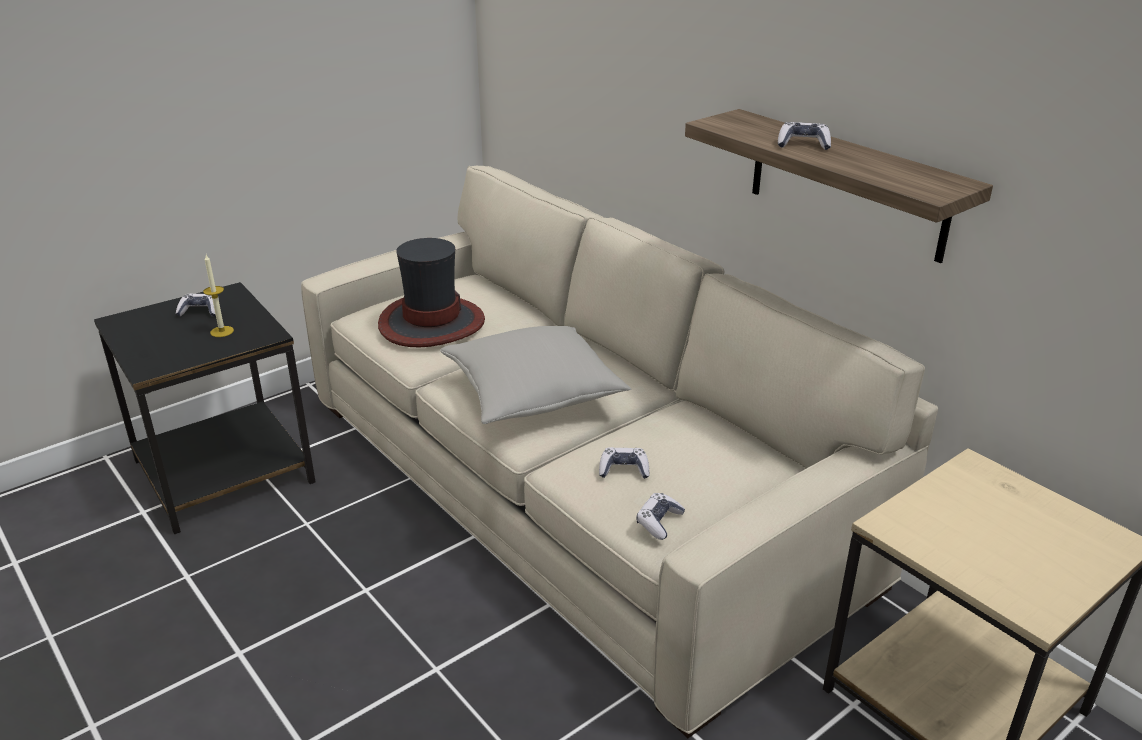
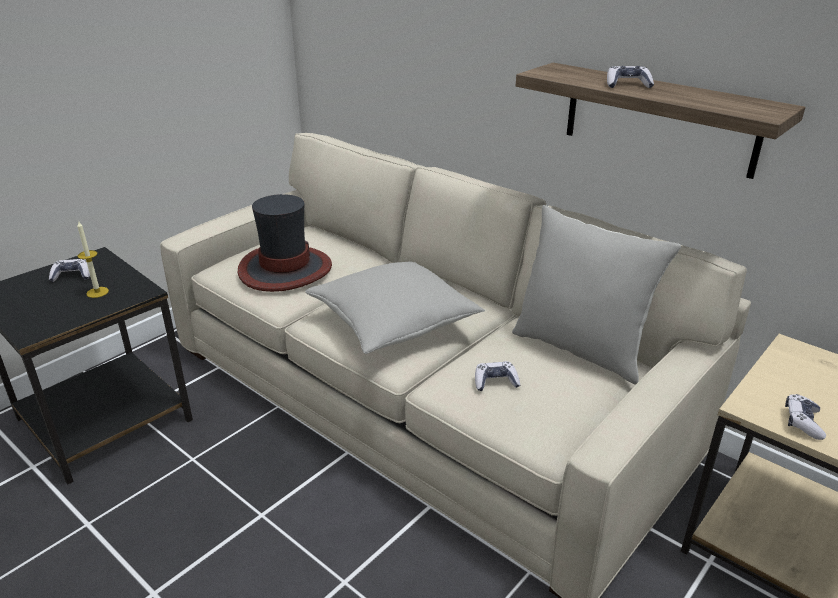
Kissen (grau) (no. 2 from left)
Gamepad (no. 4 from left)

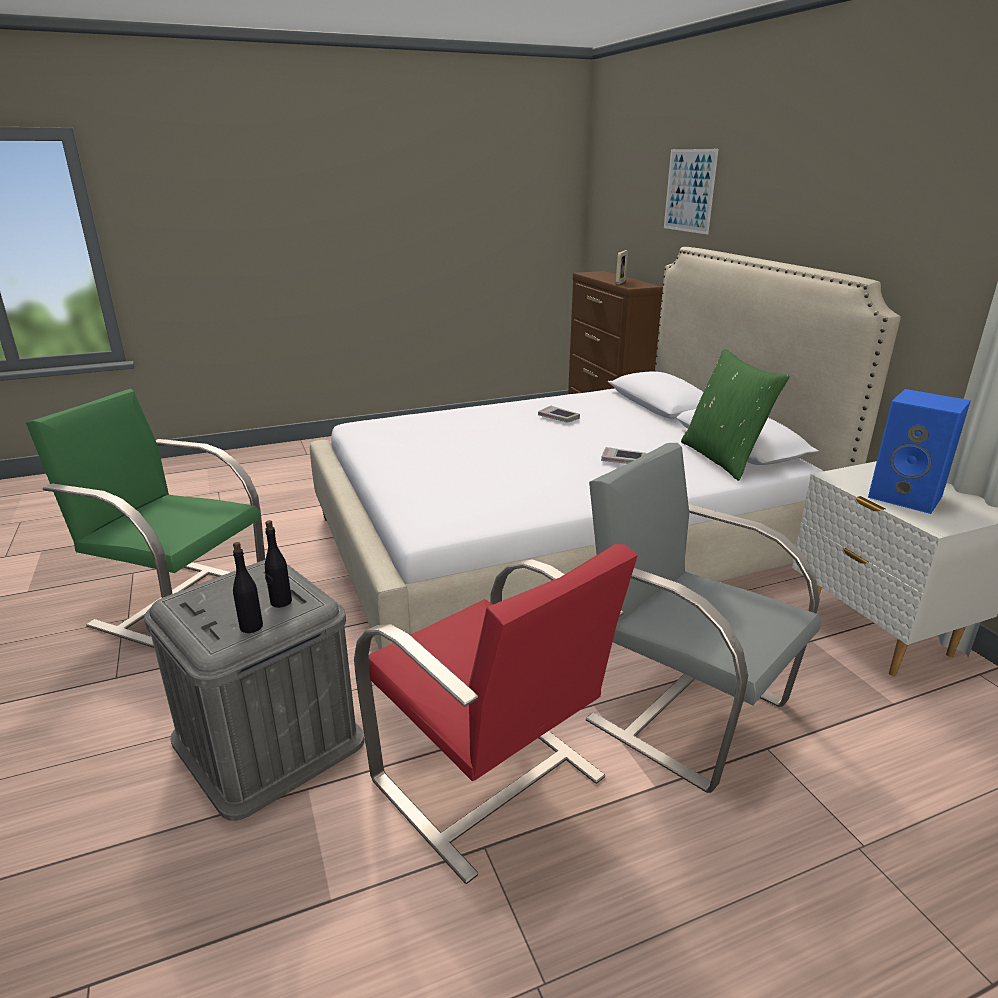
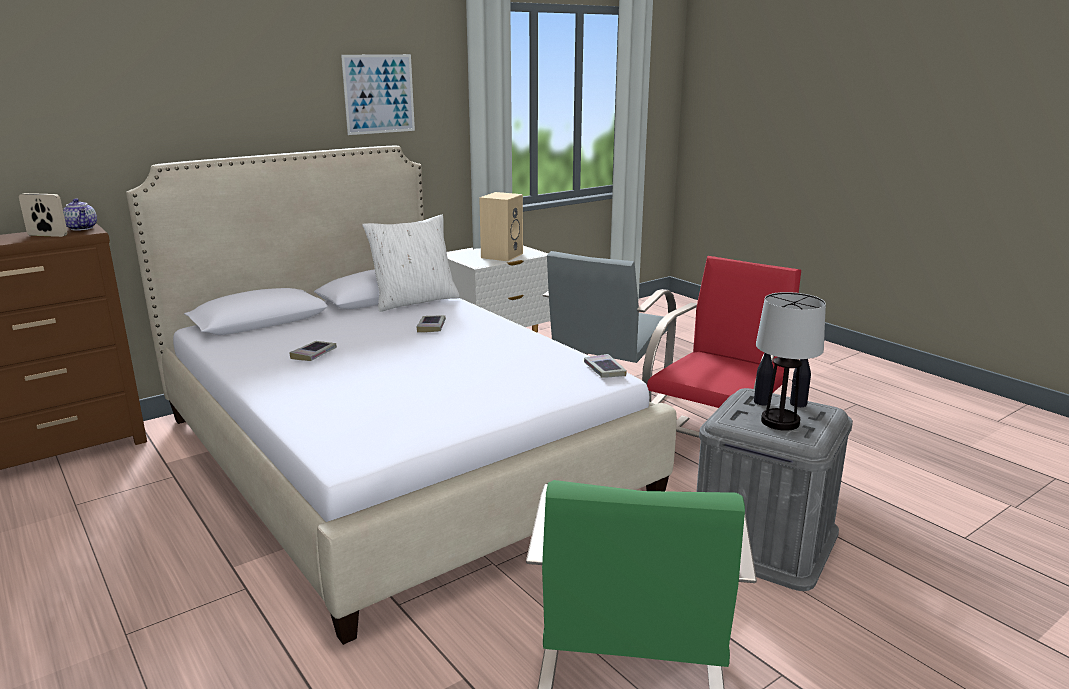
Teekanne
Bild
Kissen (weiß)
Lautsprecher (beige)
Buch (no. 3 from left)
Tischlampe

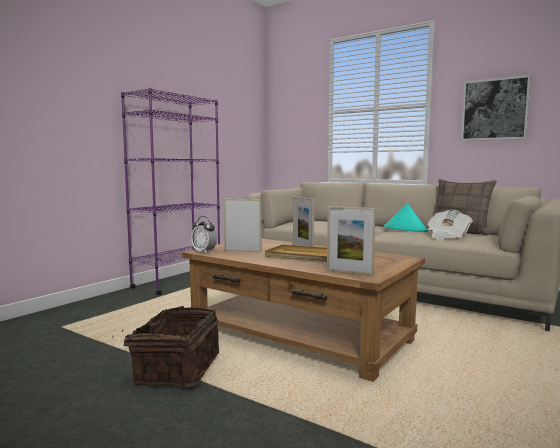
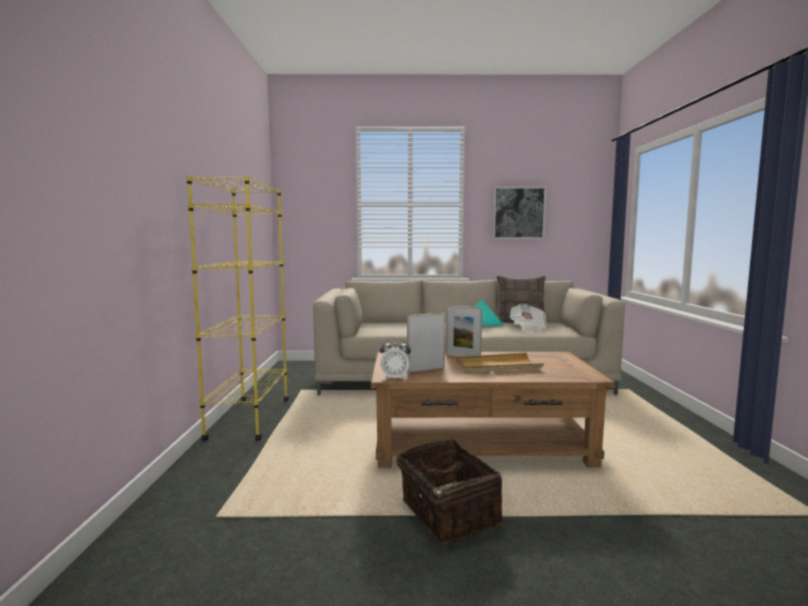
Bücherregal (gelb)
Bilderrahmen (no. 3 from left in the first image)

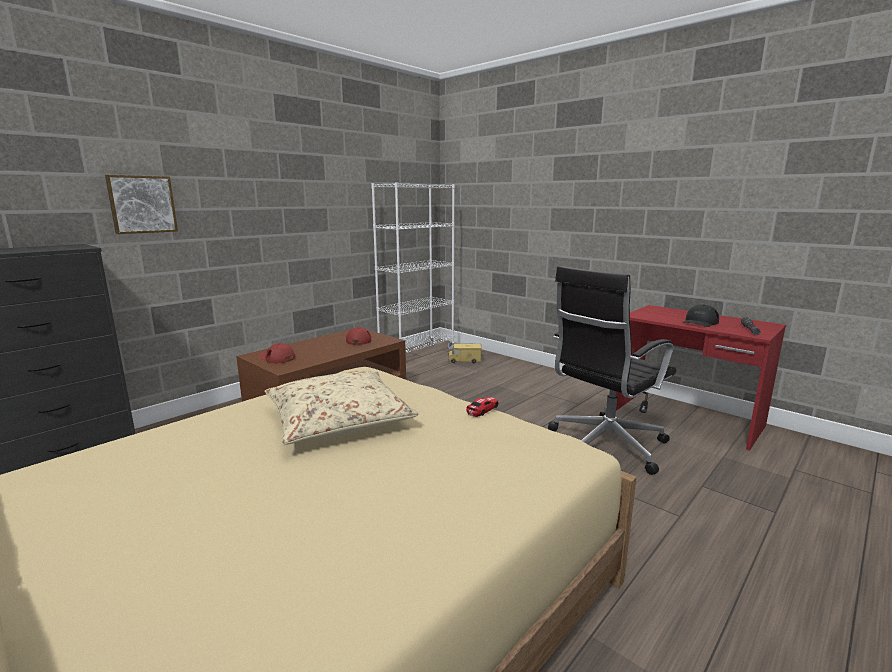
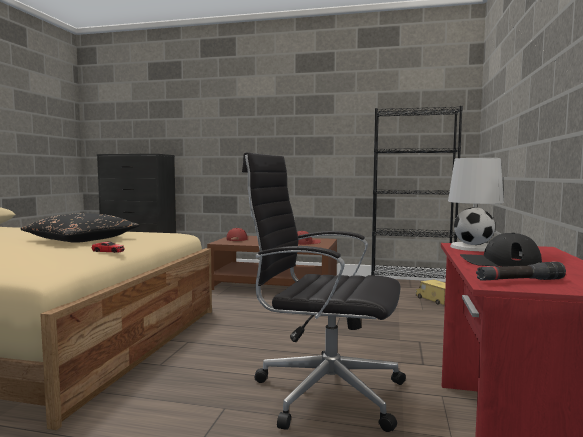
Kissen (schwarz)
Bücherregal (schwarz)
Tischlampe (weiß)
Bild

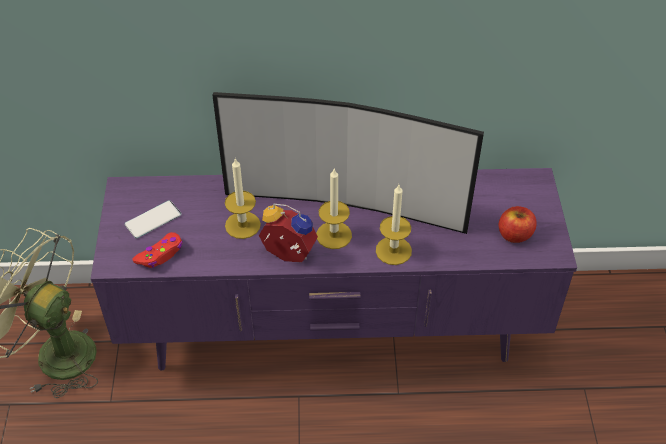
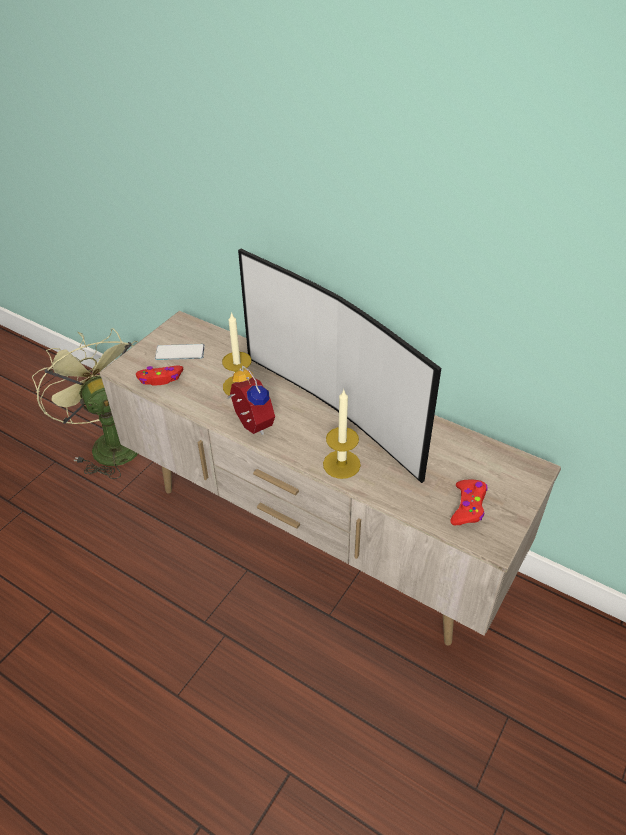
Fernsehschrank (beige)
Gamepad (rot) (no. 2 from left)
Kerze (no. 2 from left in the first image)

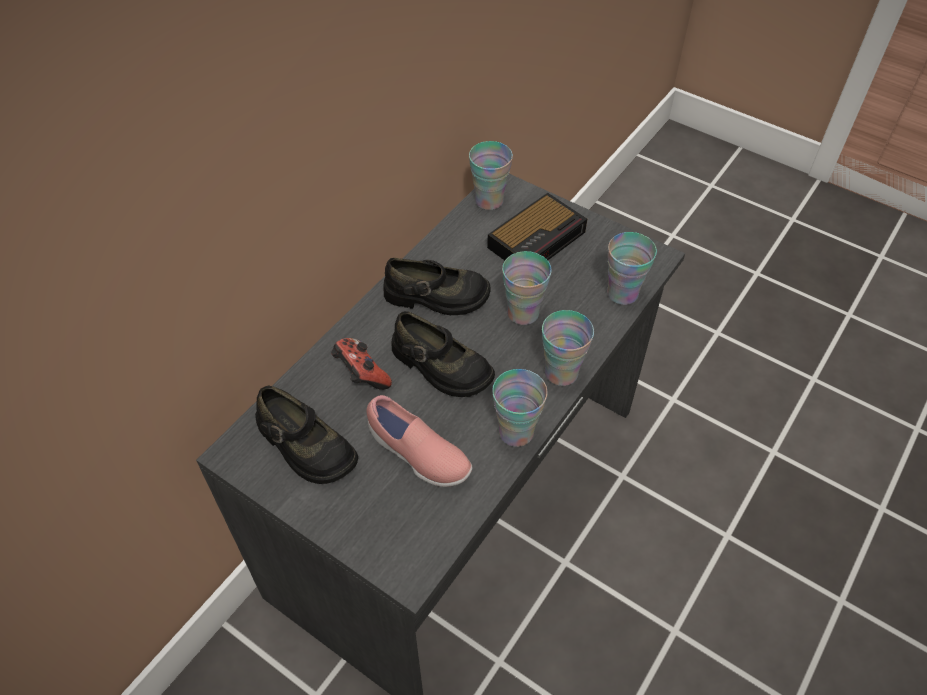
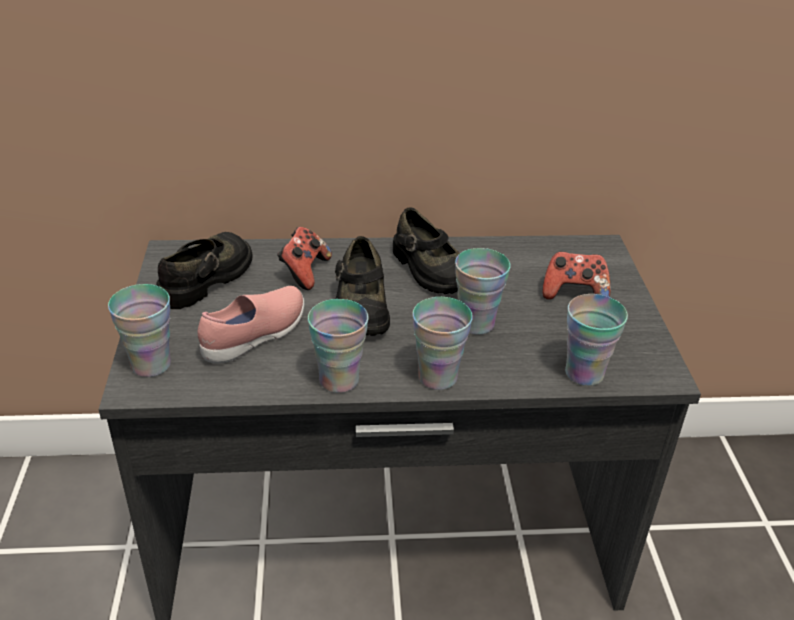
Tasse (no. 1 from left)
Schuh (schwarz) (no. 1 from left)
Schuh (rosa)
Gamepad (no. 2 from left)

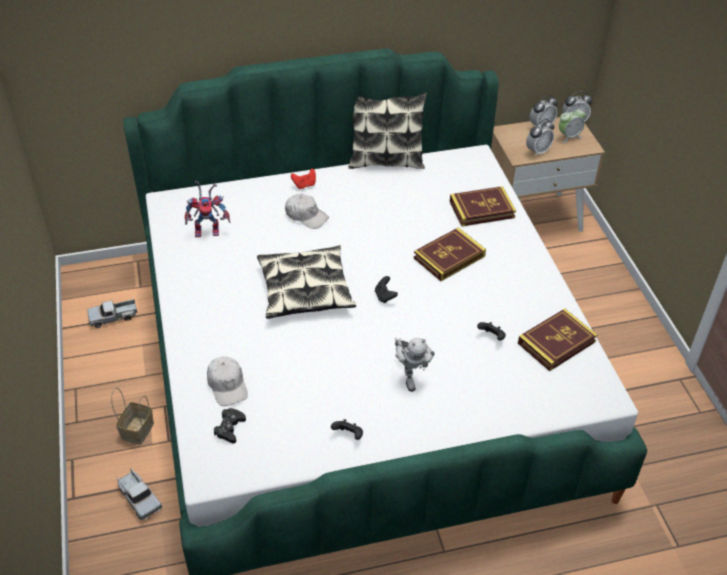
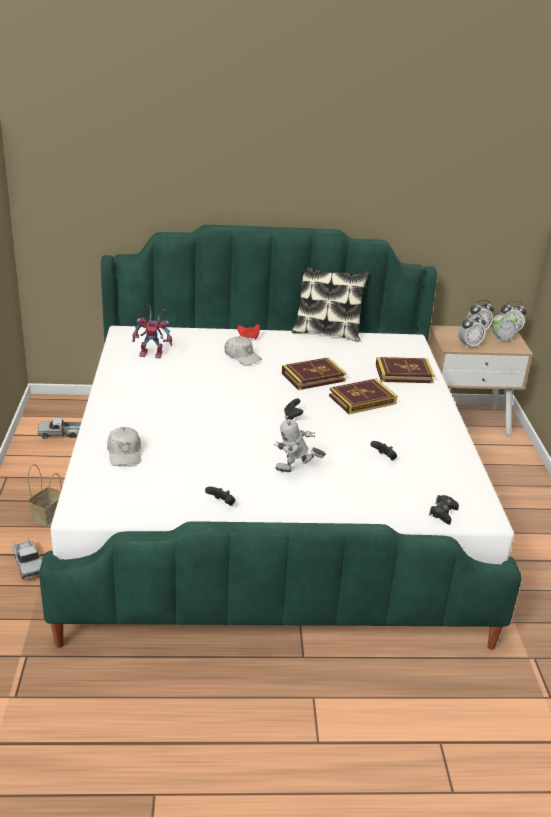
Spielzeugroboter (no. 2 from left)
Buch (no. 1 from left)
Gamepad (schwarz) (no. 4 from left)
Kissen (no. 1 from left in the first image)

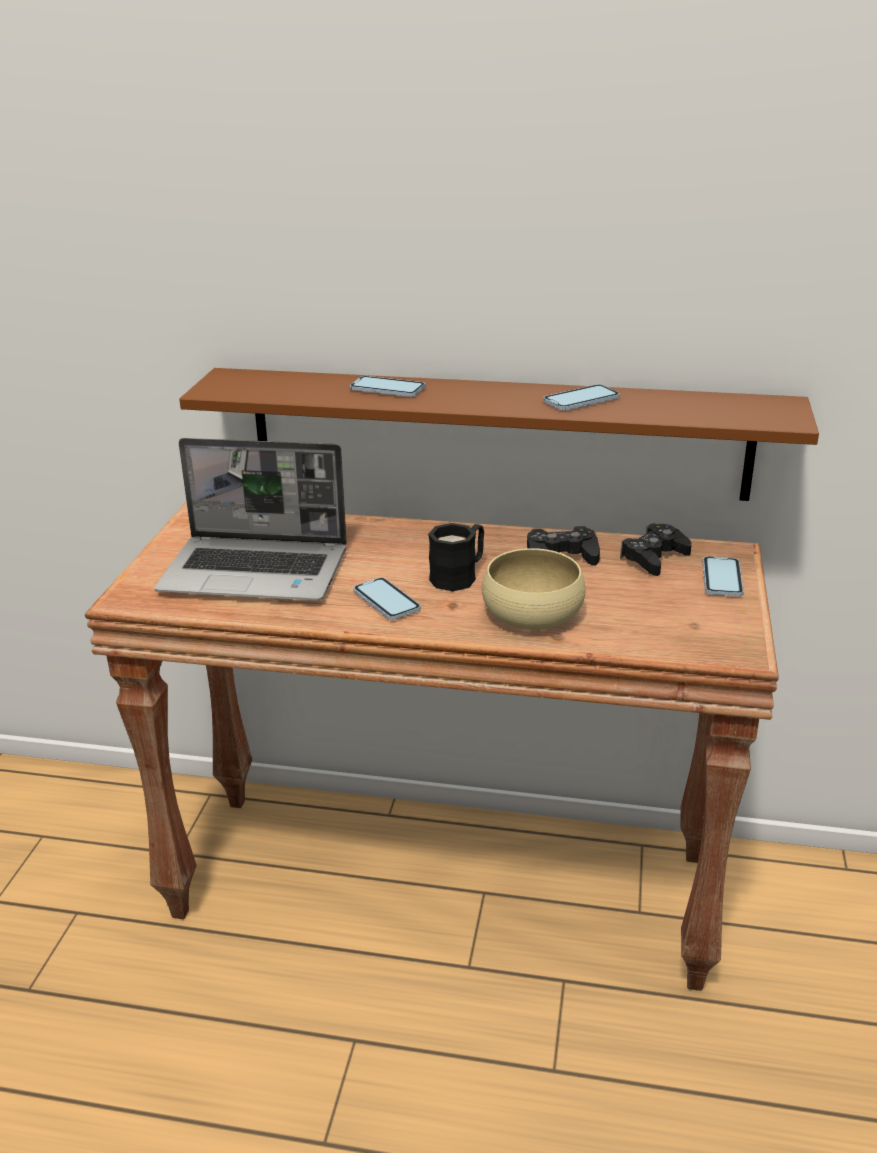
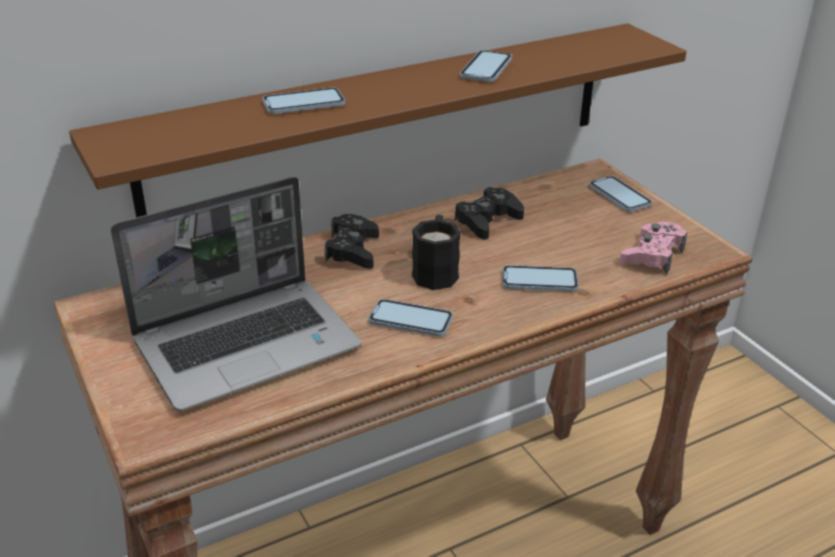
Gamepad (schwarz) (no. 1 from left)
Handy (no. 4 from left)
Gamepad (rosa)

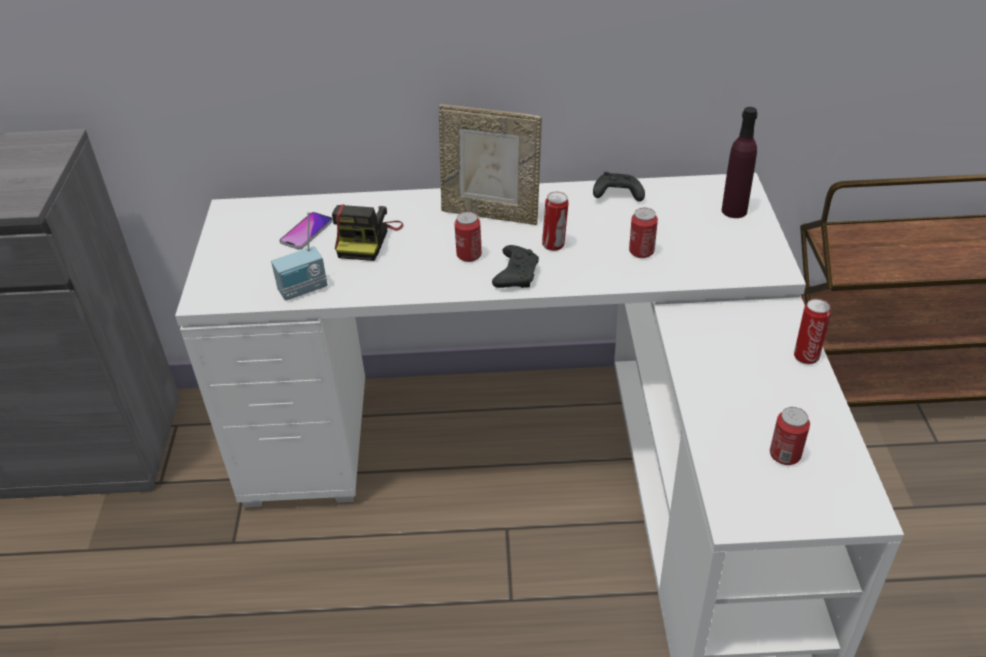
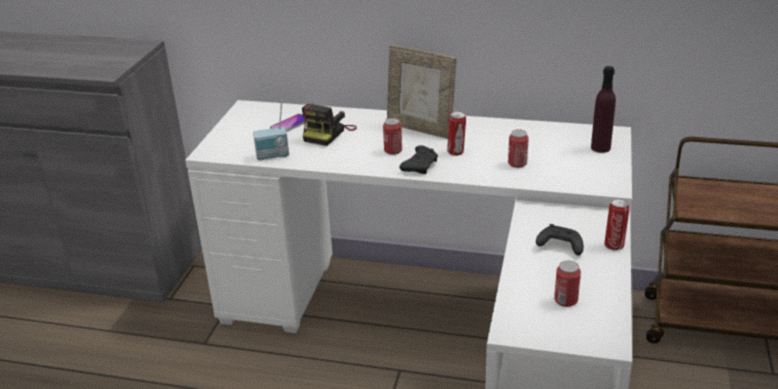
Gamepad (schwarz) (no. 2 from left)

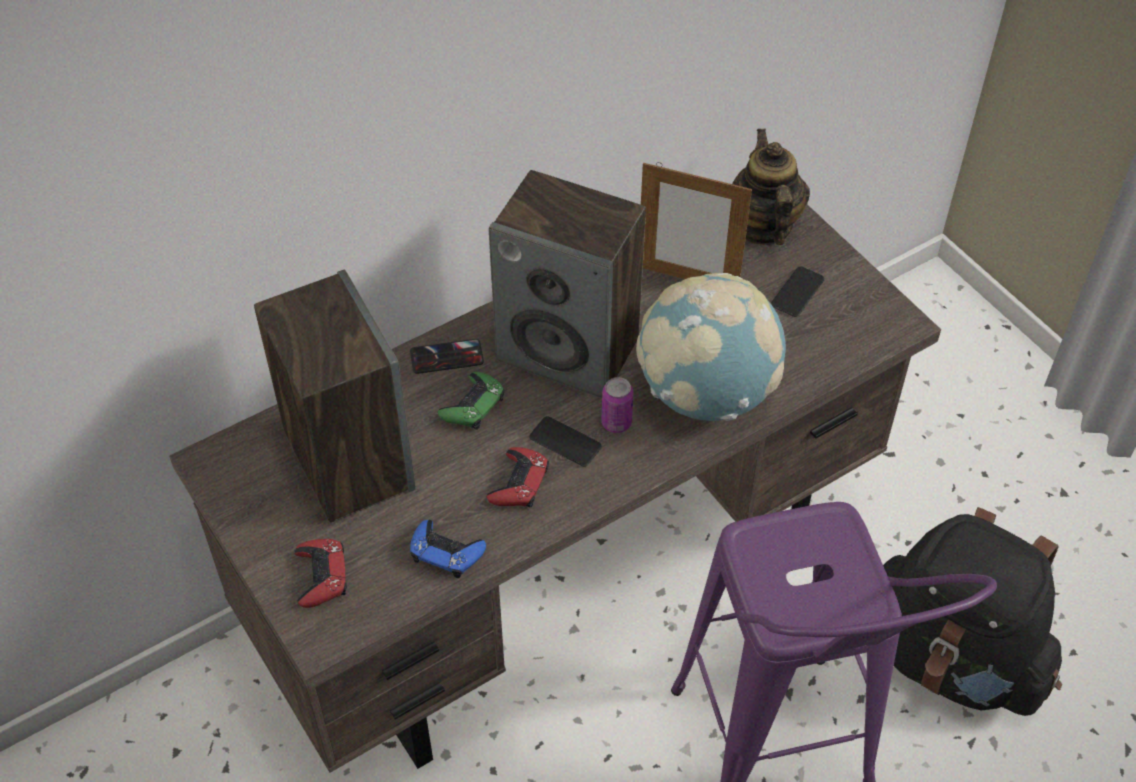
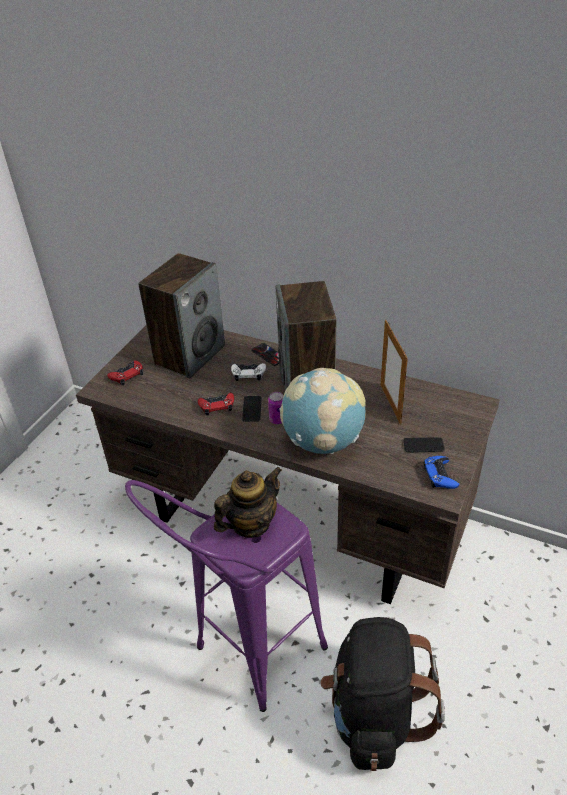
Teekanne
Gamepad (weiß)
Gamepad (blau)

